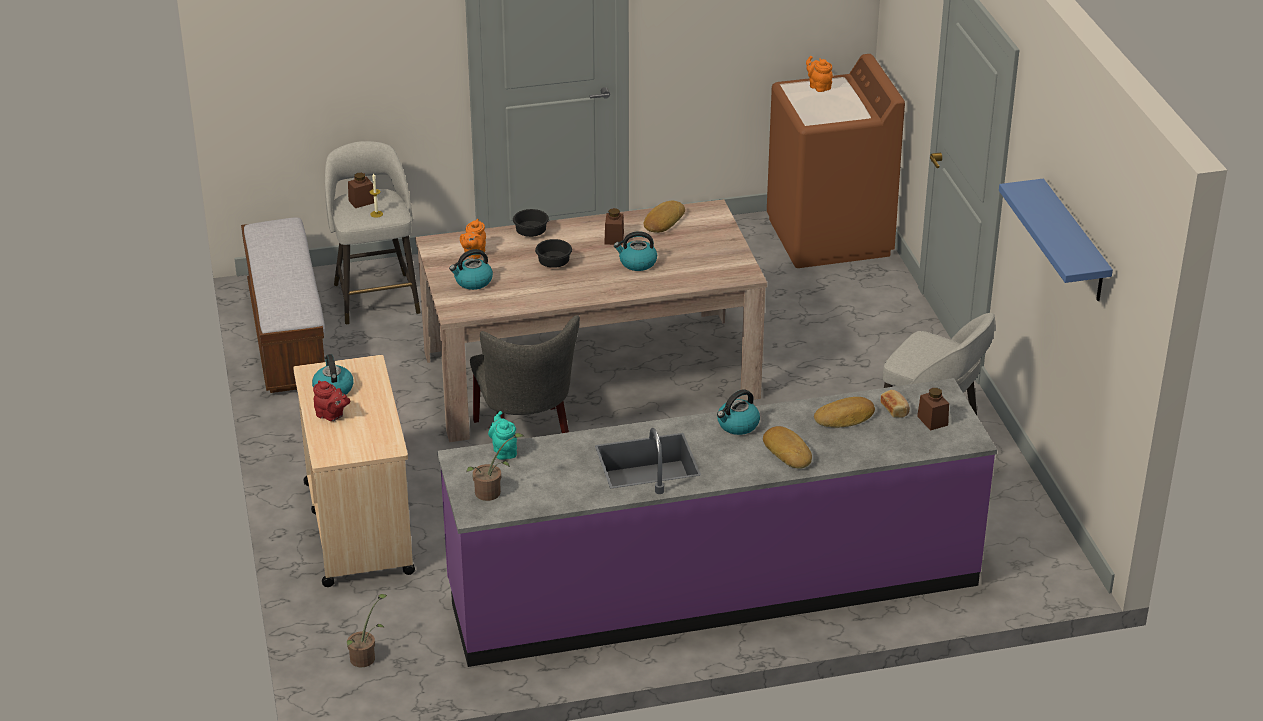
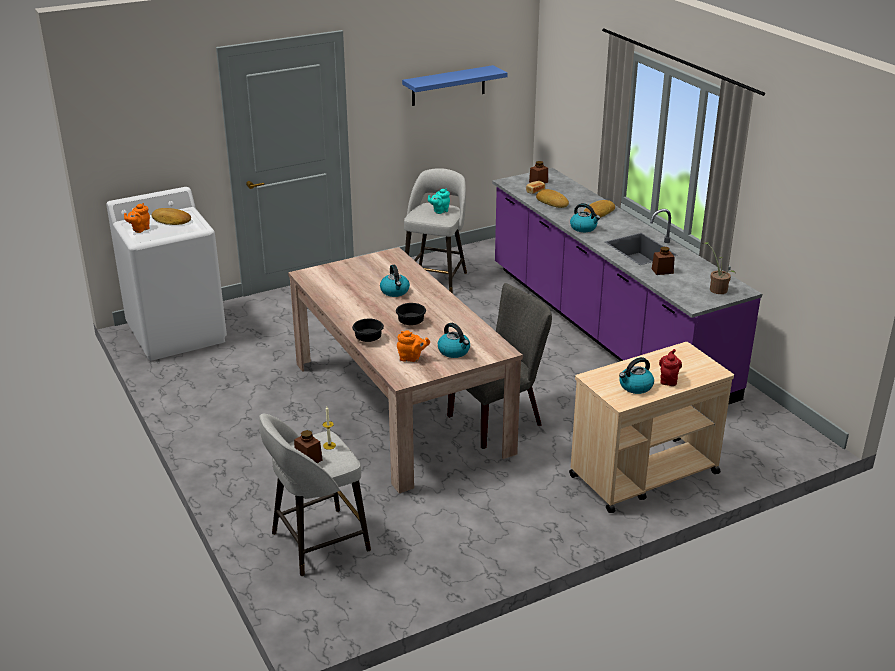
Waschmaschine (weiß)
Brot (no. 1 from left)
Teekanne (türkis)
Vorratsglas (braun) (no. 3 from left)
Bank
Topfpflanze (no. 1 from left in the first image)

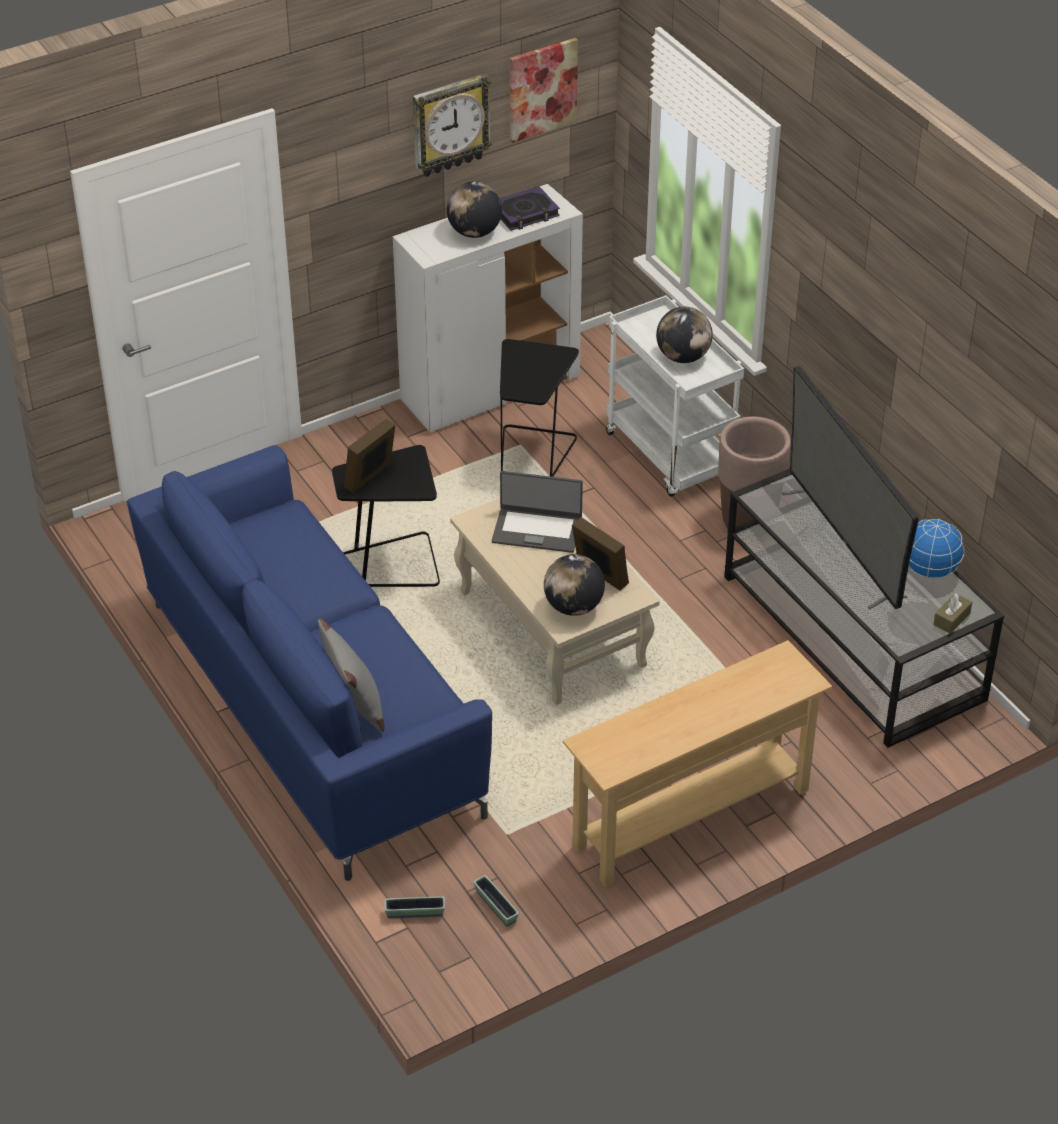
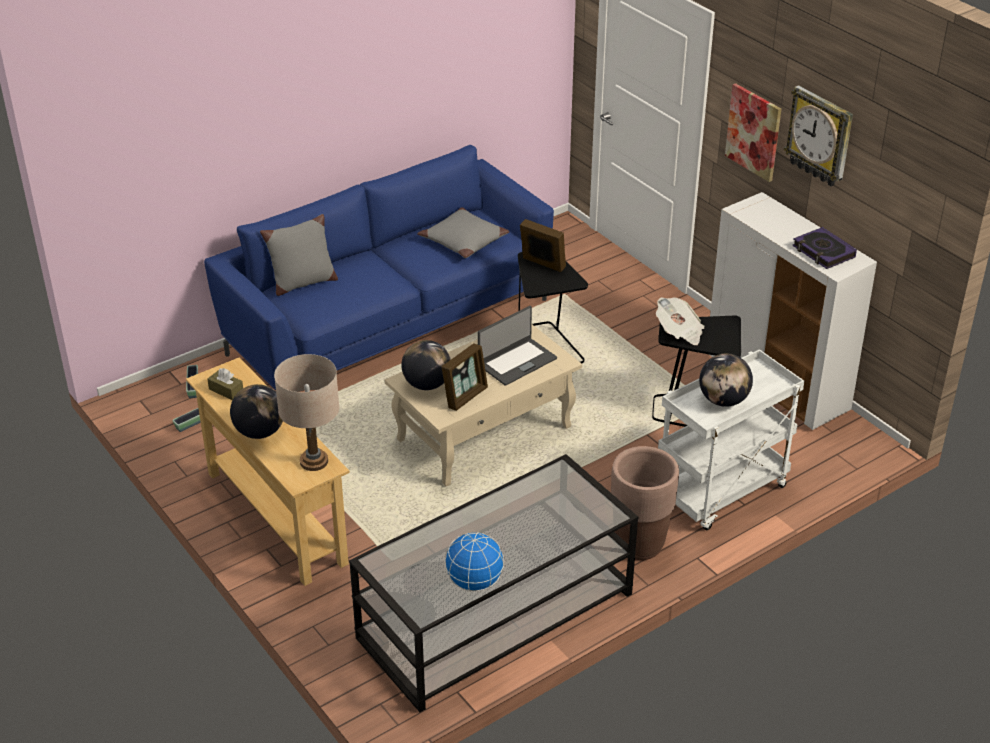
Taschentuchbox (braun)
Globus (no. 1 from left)
Tischlampe (beige)
Kissen (grau) (no. 2 from left)
Laptop
Zeitung
Bild
Fernseher

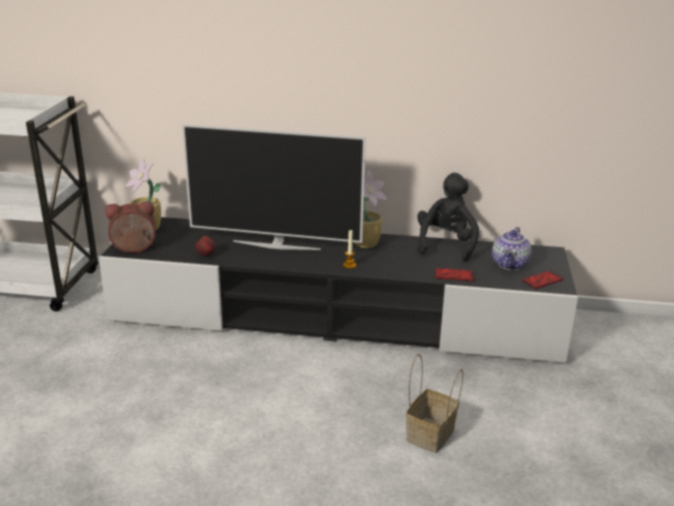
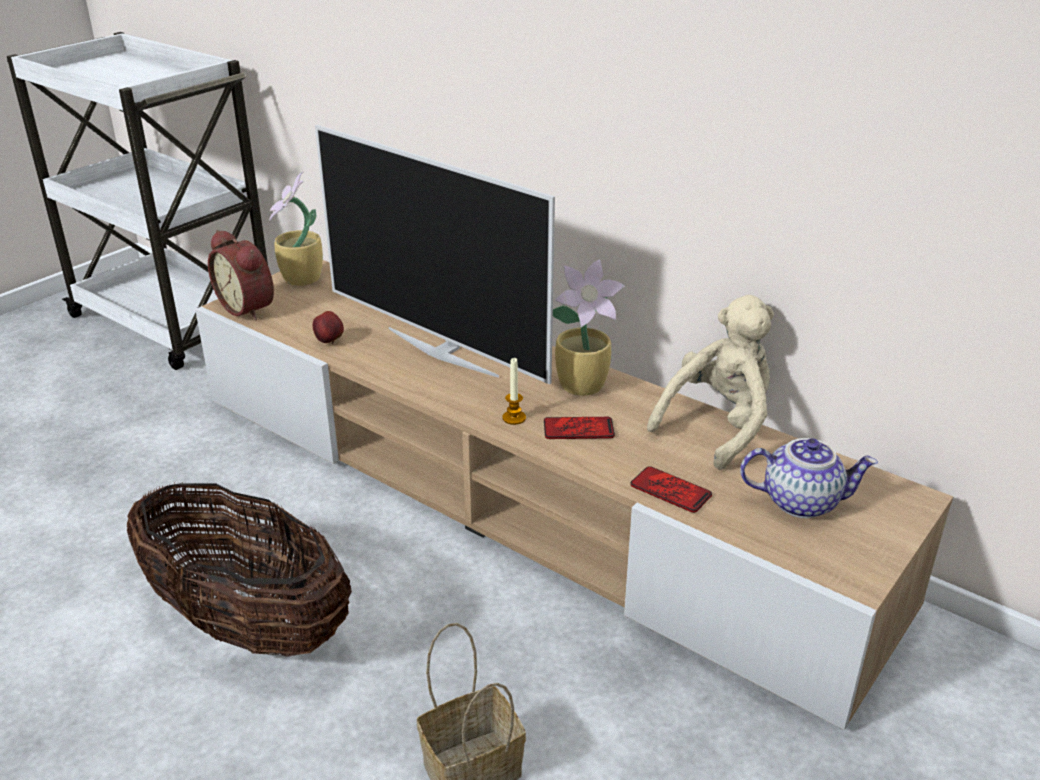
Korb (no. 1 from left)
Fernsehschrank (beige)
Wecker
Handy (no. 1 from left)
Plüschtier (beige)
Teekanne

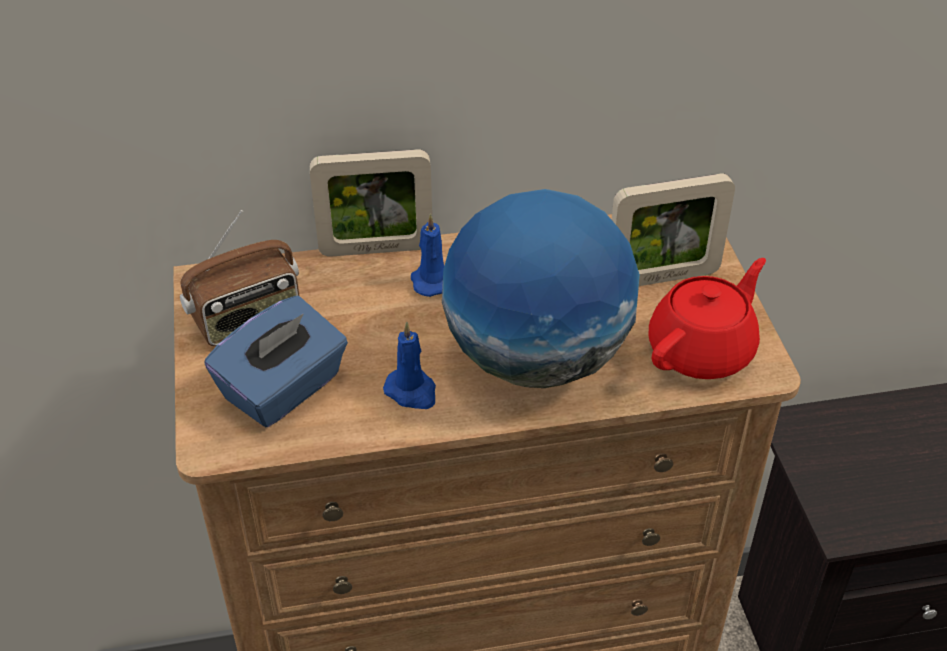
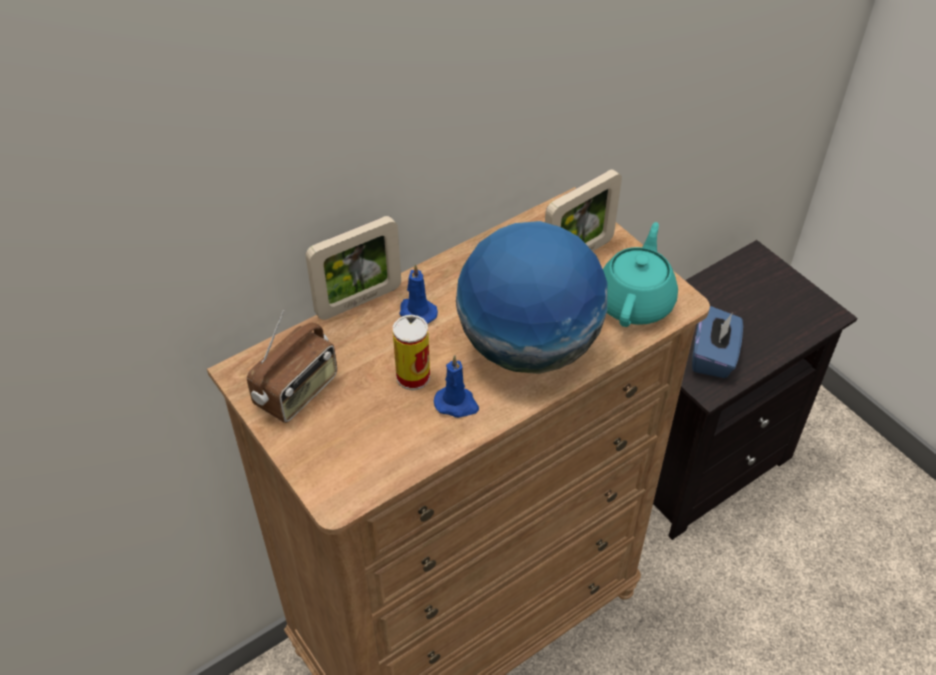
Dose
Teekanne (türkis)
Taschentuchbox (blau)

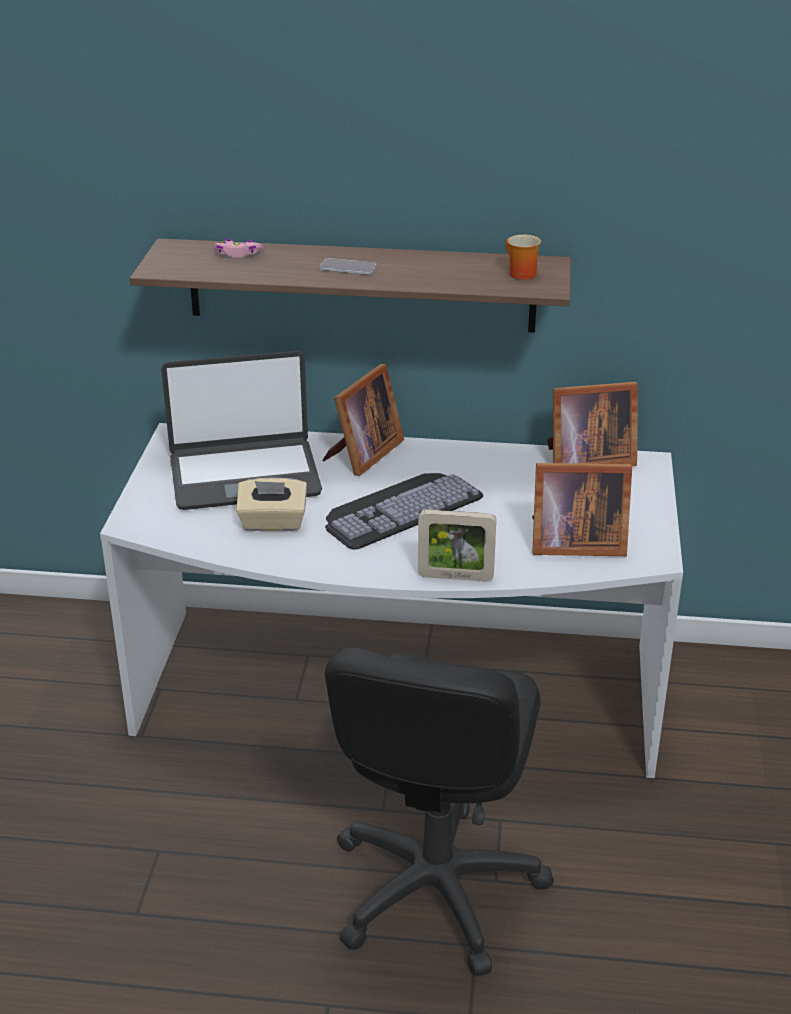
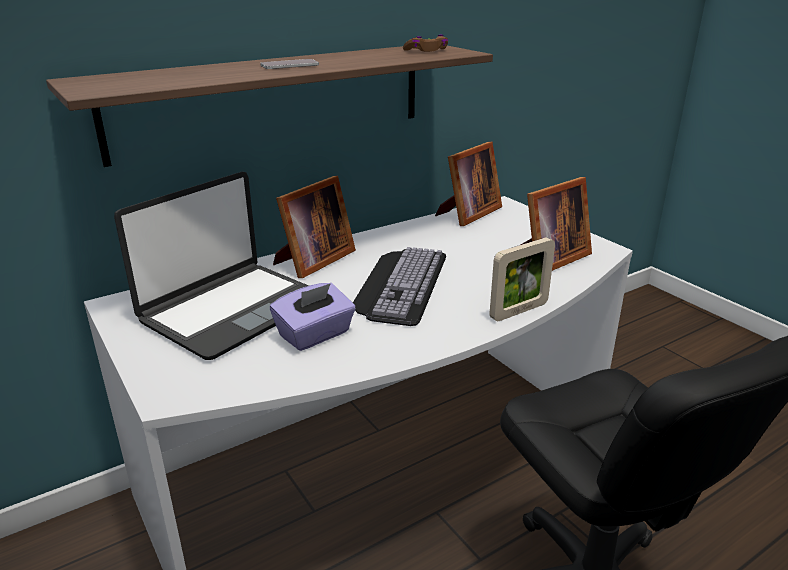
Taschentuchbox (lila)
Bilderrahmen (no. 1 from left)
Gamepad (braun)
Gamepad (rosa)

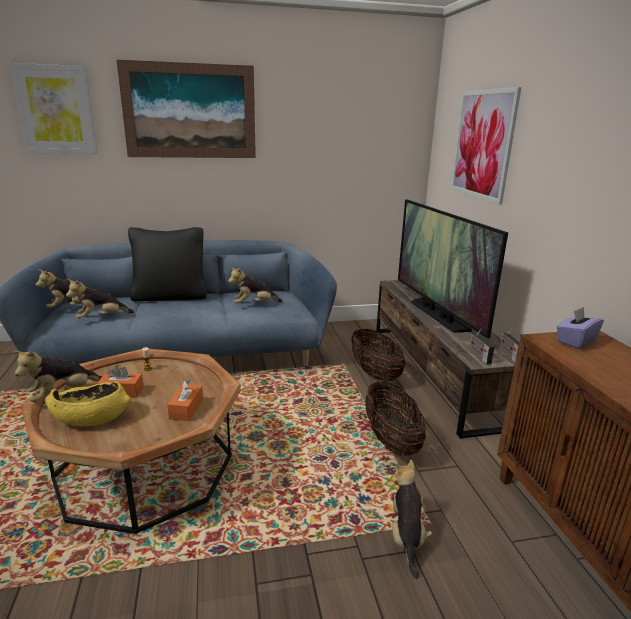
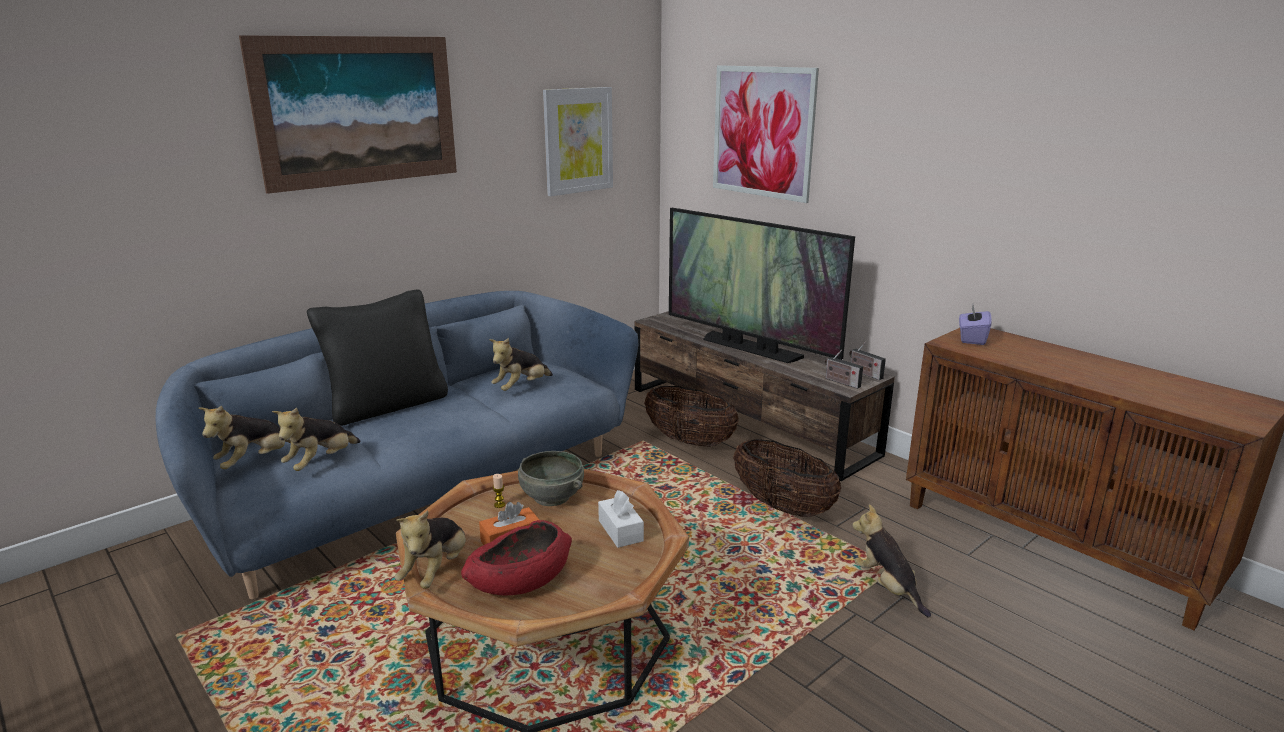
Schüssel (rot)
Schüssel (grau)
Bild (no. 2 from left)
Taschentuchbox (weiß)

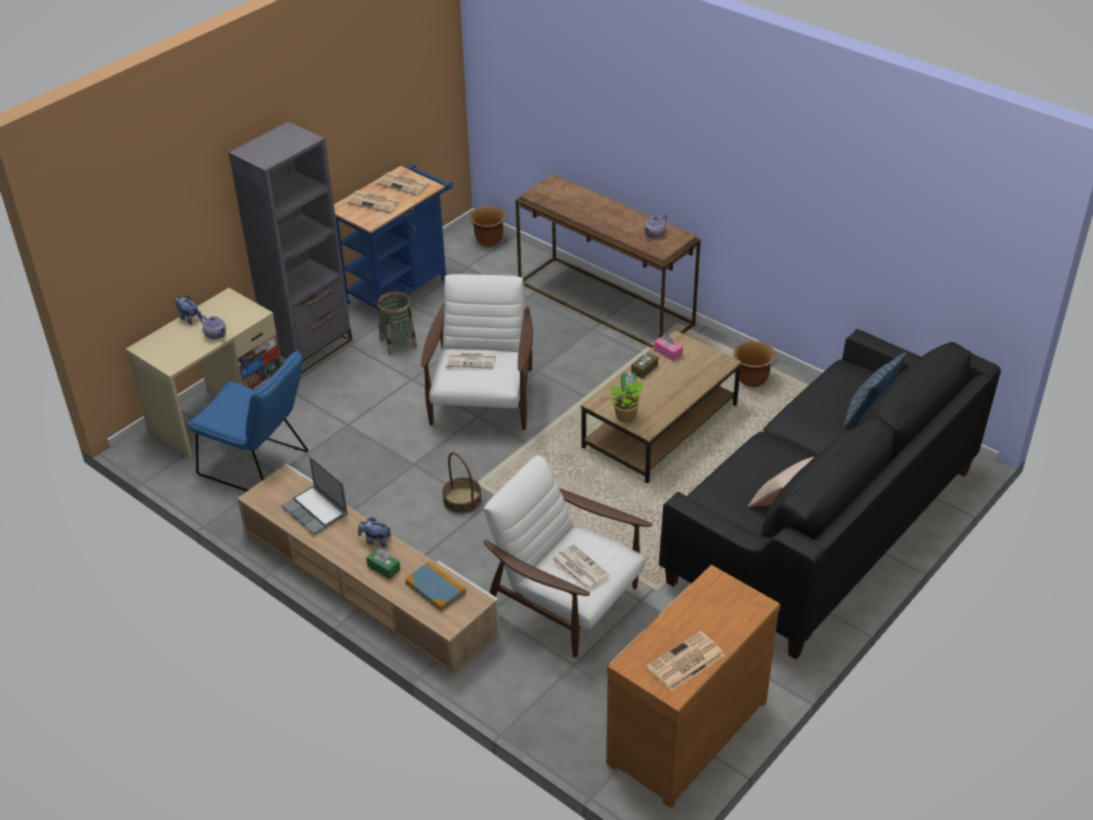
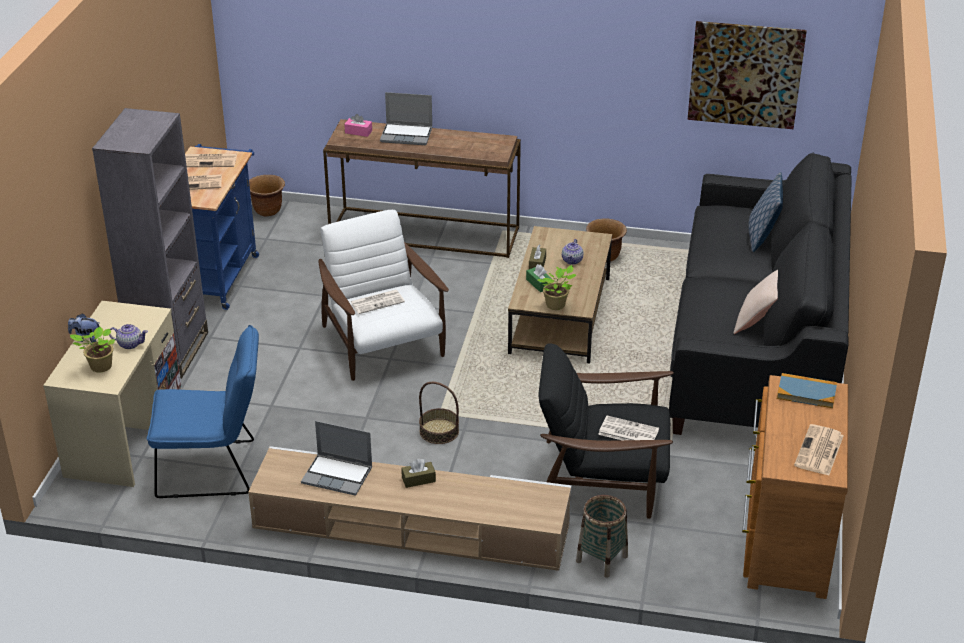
Topfpflanze (no. 1 from left)
Taschentuchbox (rosa)
Laptop (no. 2 from left)
Taschentuchbox (braun) (no. 1 from left)
Sessel (schwarz)
Teekanne (no. 2 from left)
Korb (no. 2 from left)
Bild
Buch
Taschentuchbox (grün) (no. 1 from left in the first image)

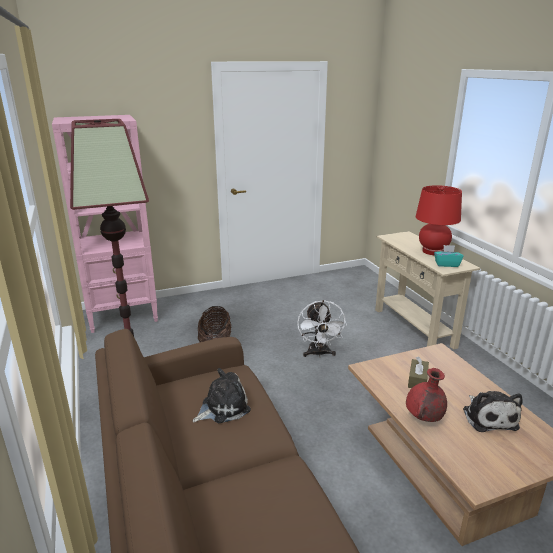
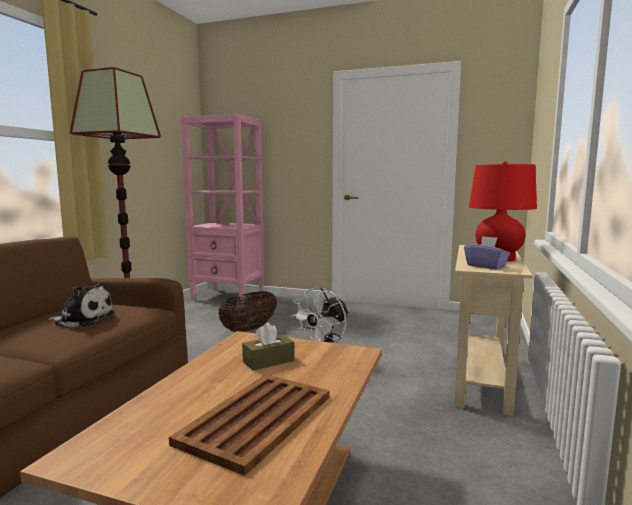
Tablett (braun)
Taschentuchbox (lila)
Vase (rot)

